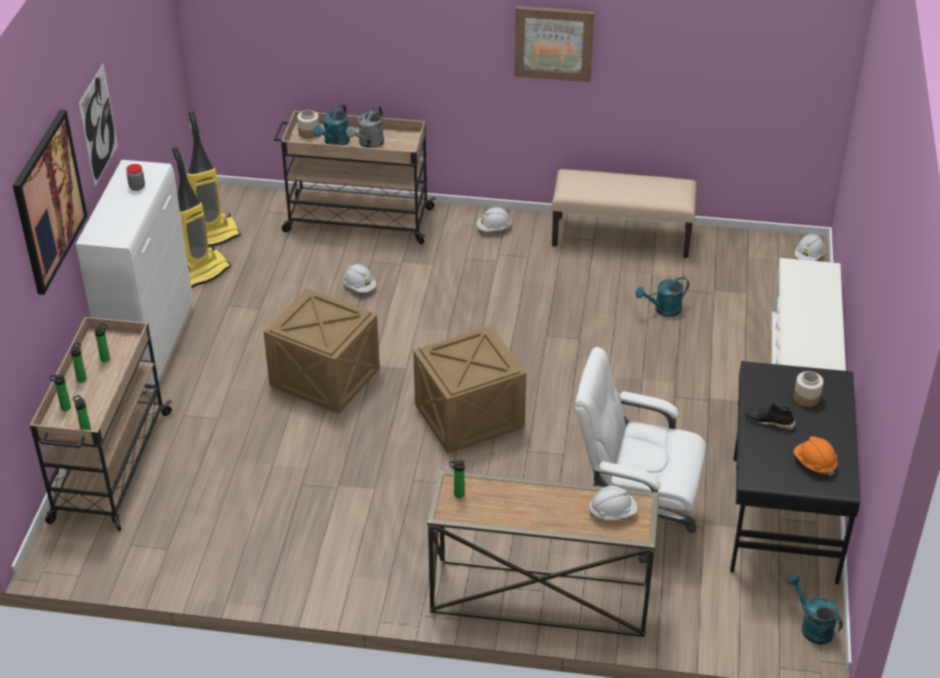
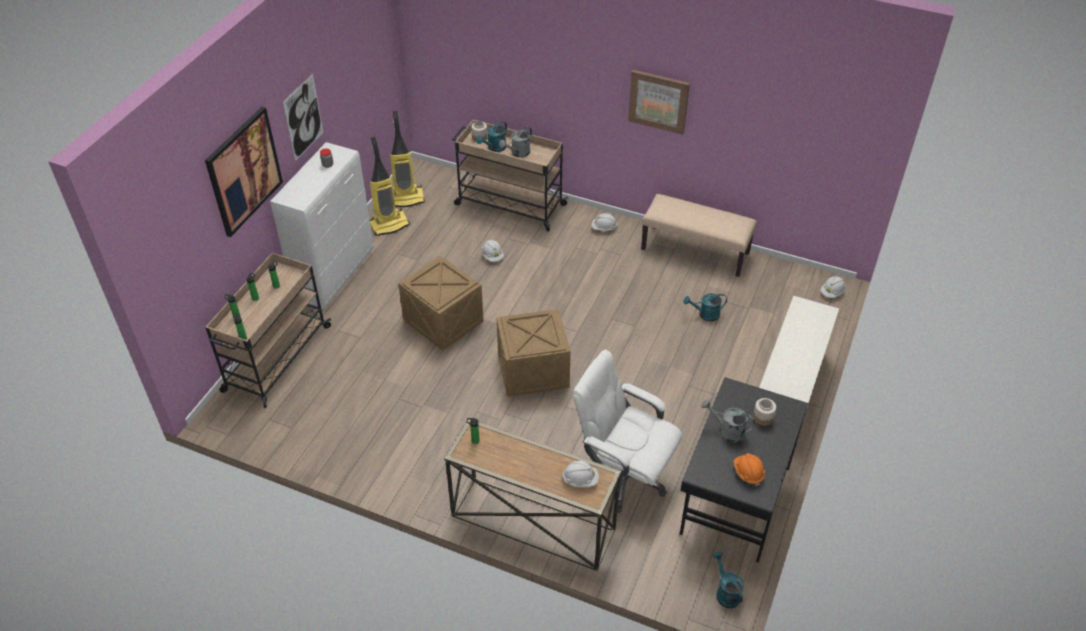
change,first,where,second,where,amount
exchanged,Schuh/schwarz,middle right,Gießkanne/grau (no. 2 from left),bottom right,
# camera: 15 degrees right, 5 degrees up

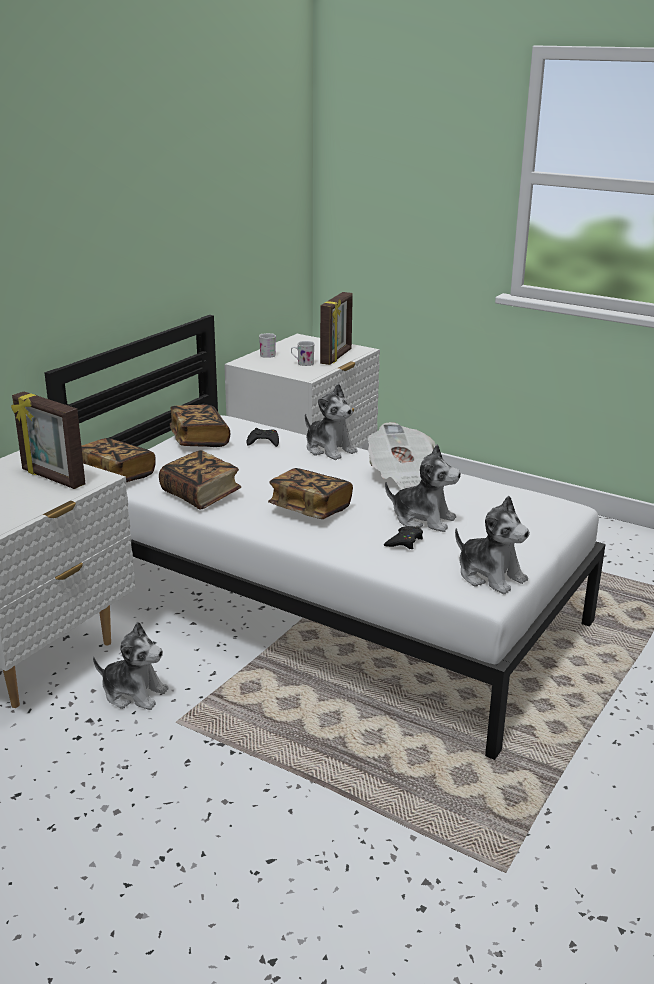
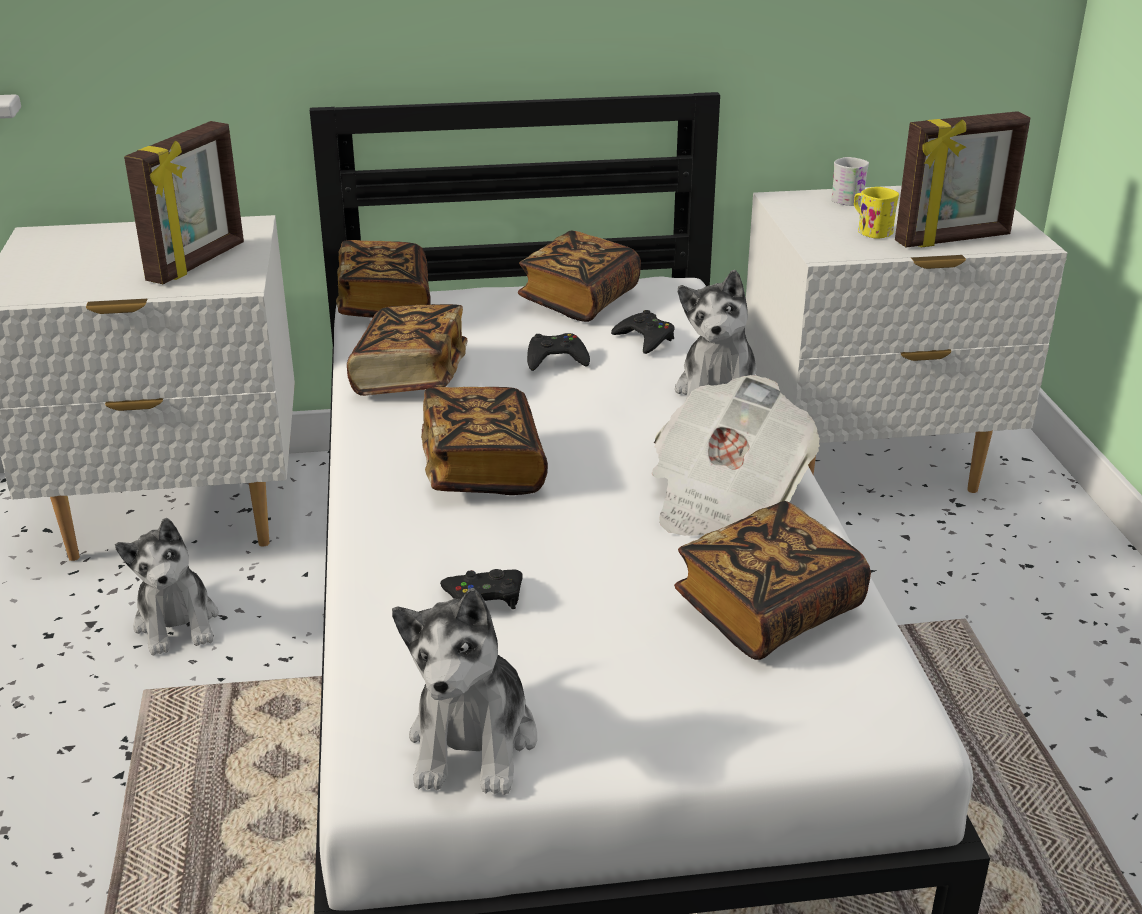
change,first,where,second,where,amount
colour,Henkelbecher/weiß (no. 2 from left),centre,Henkelbecher/gelb,top right,
spun,Bilderrahmen (no. 1 from left),middle left,,top left,150 degrees counterclockwise
missing,Plüschtier (no. 3 from left),centre,,,
appeared,,,Gamepad/schwarz (no. 2 from left),centre,
appeared,,,Buch (no. 5 from left),middle right,
# camera: 50 degrees right, 5 degrees up

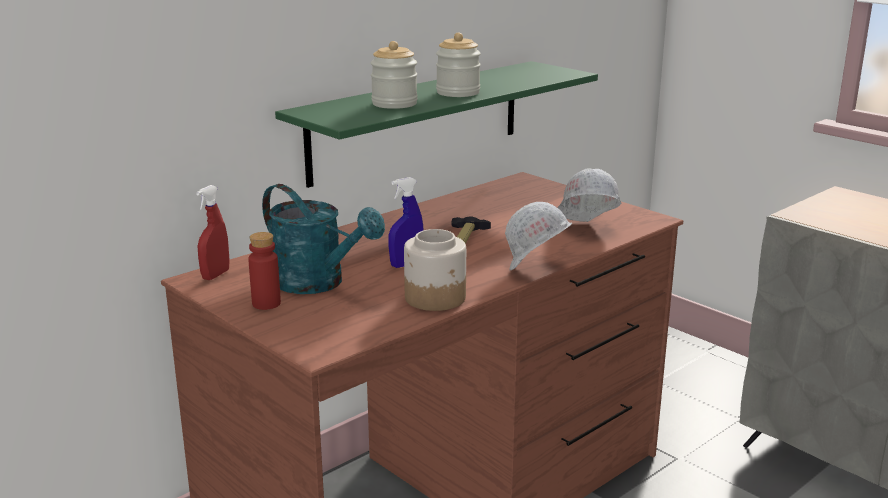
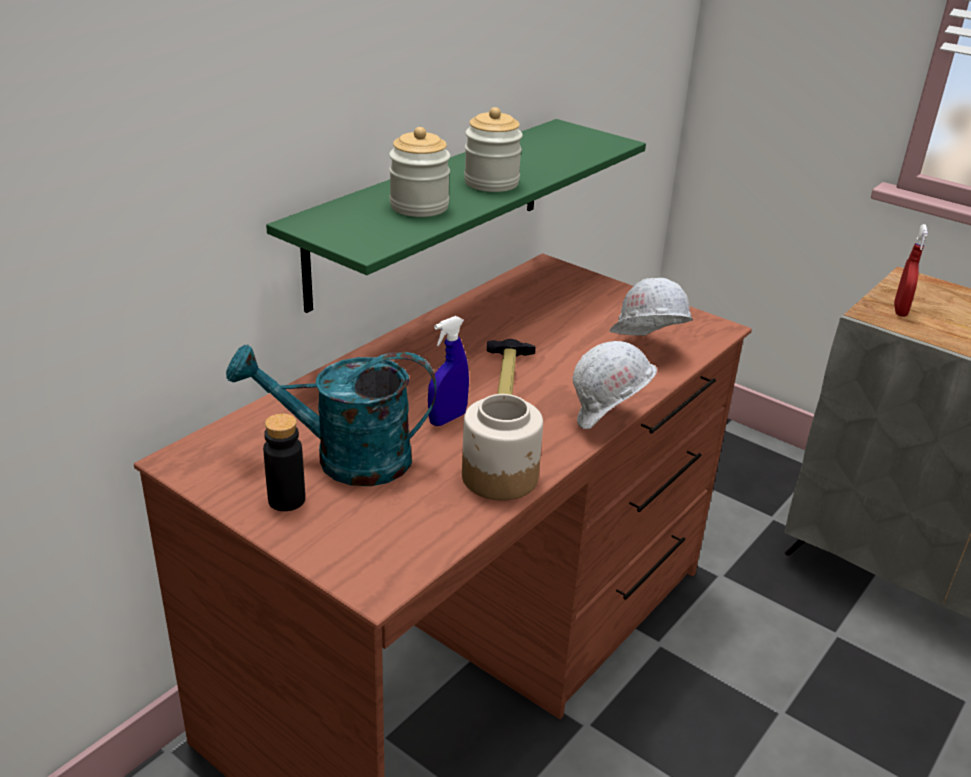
change,first,where,second,where,amount
spun,Gießkanne/türkis,centre,,centre,150 degrees clockwise
relocated,Sprühflasche/rot,middle left,,middle right,
colour,Flasche/rot,middle left,Flasche/schwarz,middle left,
# camera: 10 degrees left, 10 degrees up

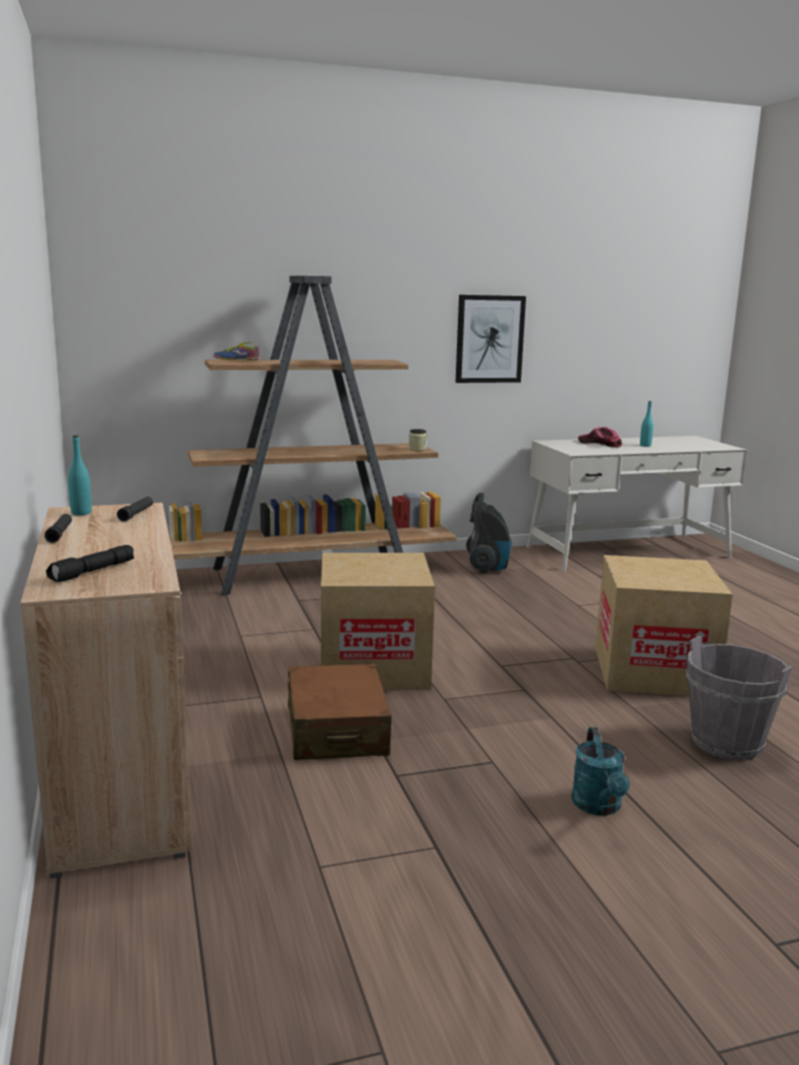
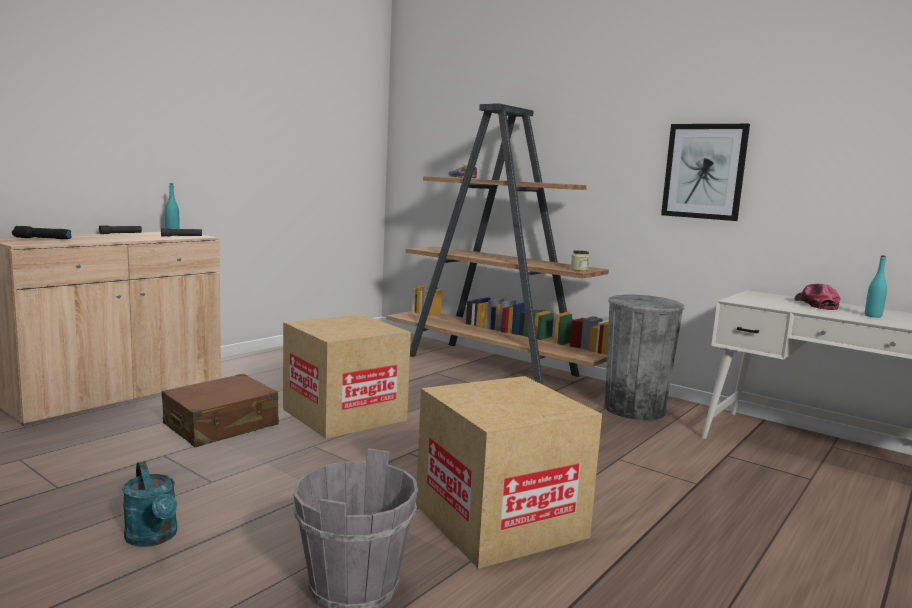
change,first,where,second,where,amount
exchanged,Staubsauger,centre,Mülleimer/grau,middle right,
spun,Gießkanne/türkis,bottom right,,bottom left,90 degrees counterclockwise
# camera: 55 degrees right, 5 degrees down

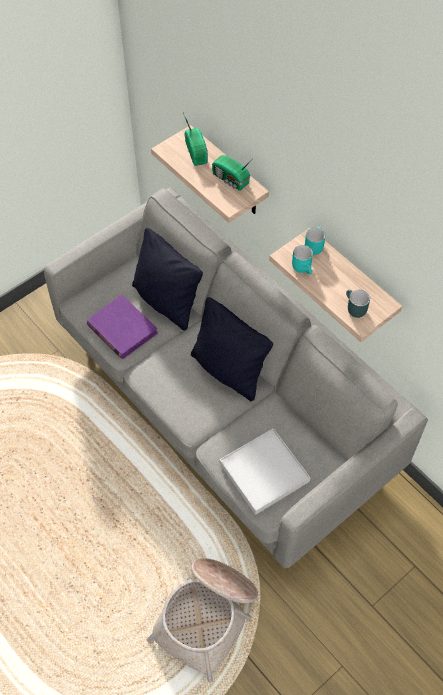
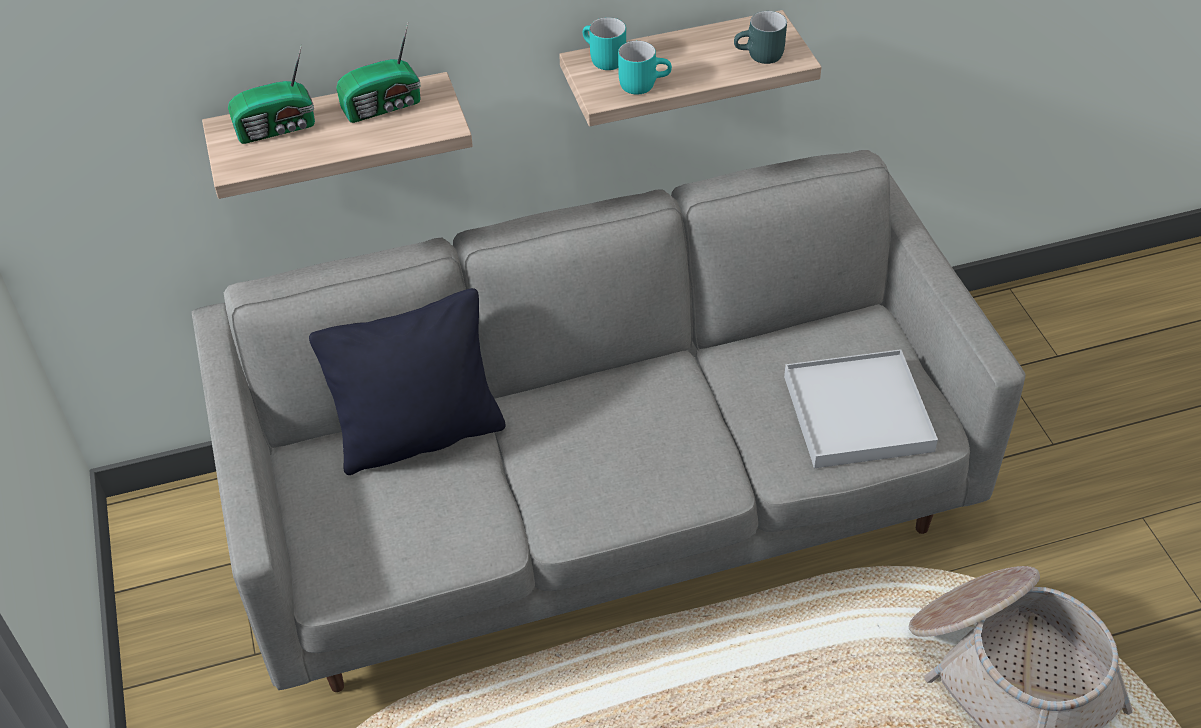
change,first,where,second,where,amount
spun,Radio (no. 1 from left),top centre,,top left,150 degrees clockwise
missing,Buch/lila,middle left,,,
missing,Kissen/schwarz (no. 2 from left),centre,,,
# camera: 65 degrees left, 10 degrees down

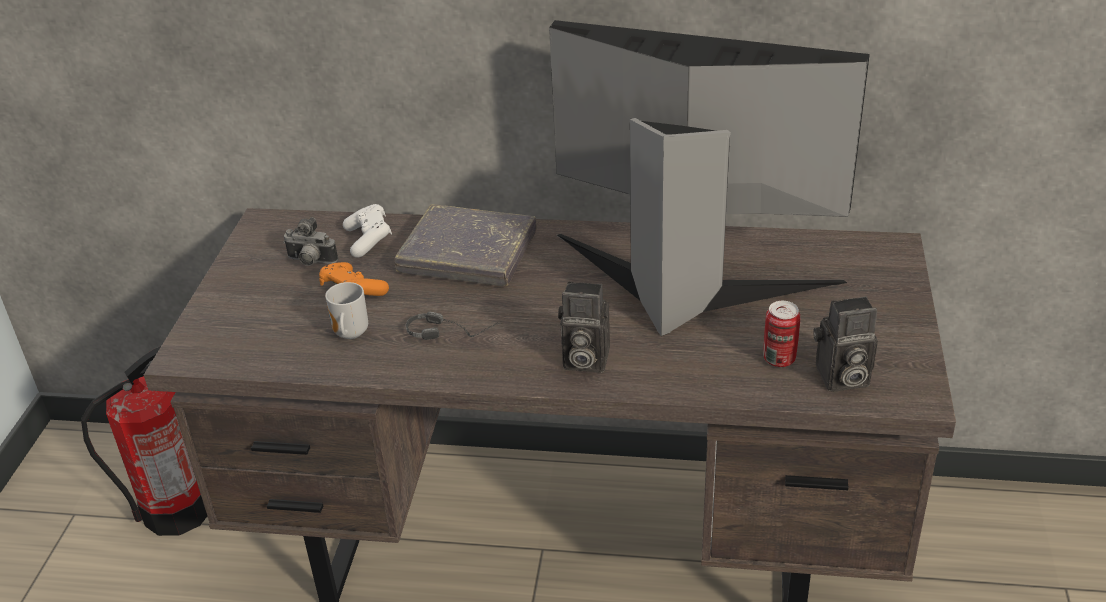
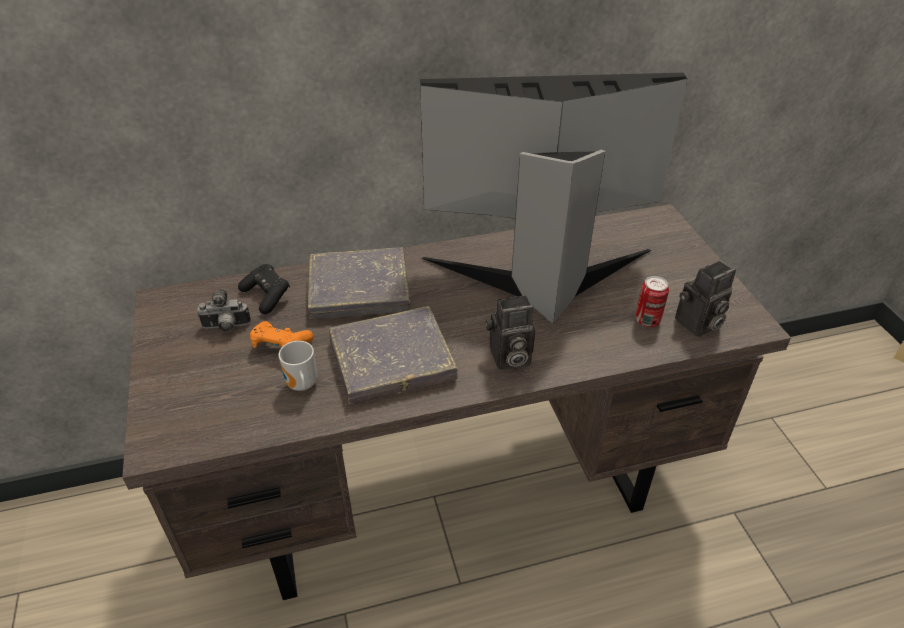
change,first,where,second,where,amount
colour,Gamepad/weiß,middle left,Gamepad/schwarz,middle left,
exchanged,Kopfhörer,centre,Buch/grau (no. 2 from left),centre,
missing,Feuerlöscher,bottom left,,,
# camera: 25 degrees left, 5 degrees up

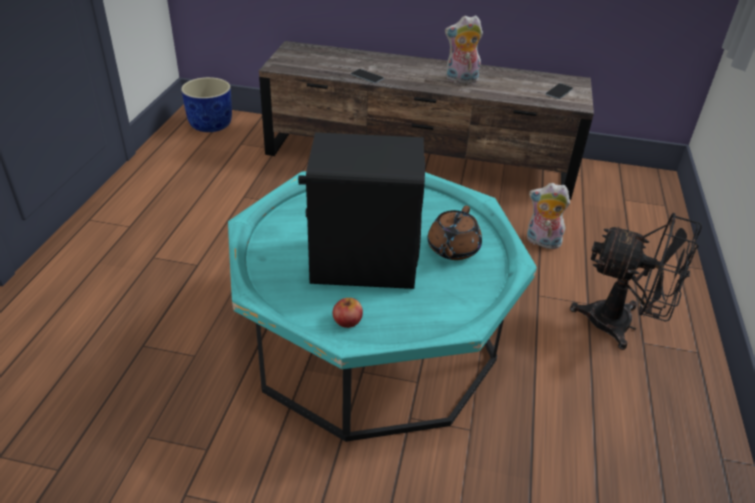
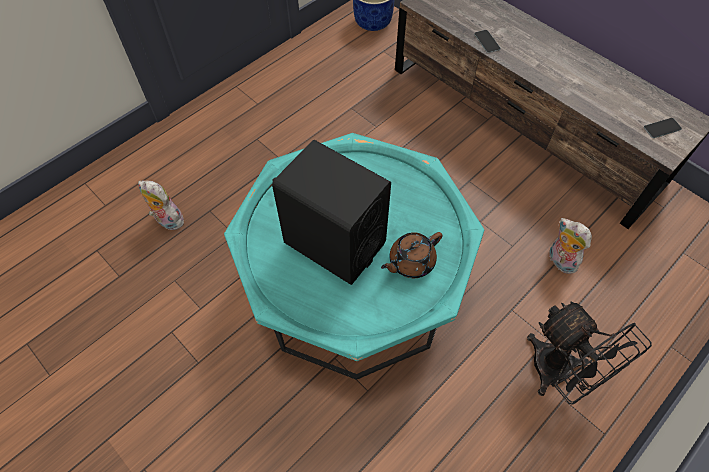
change,first,where,second,where,amount
relocated,Plüschtier (no. 1 from left),top centre,,middle left,
missing,Apfel,centre,,,
# camera: 35 degrees right, 20 degrees up

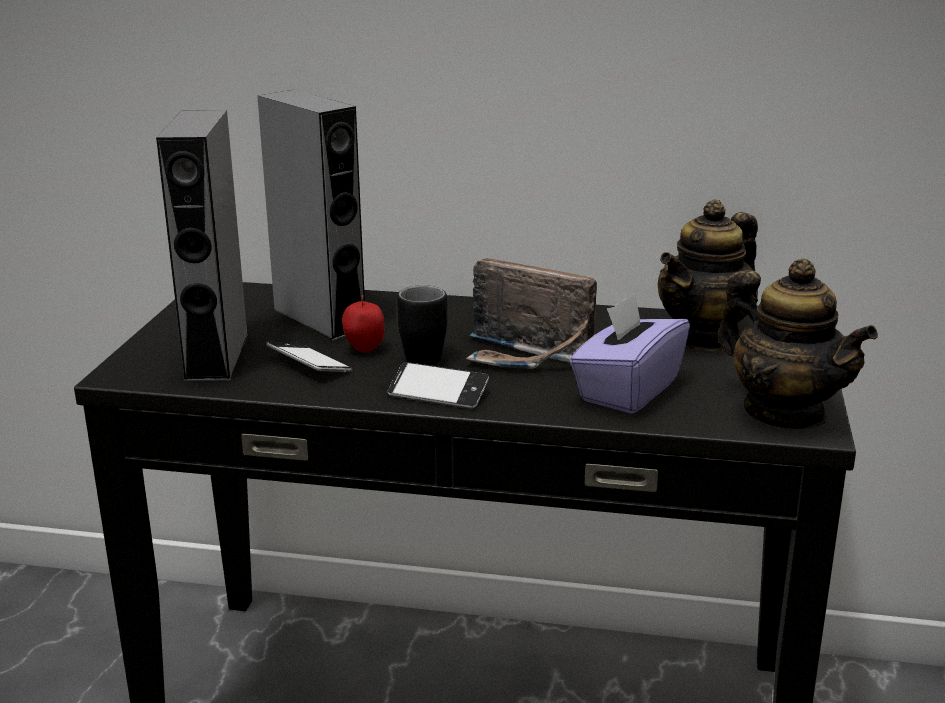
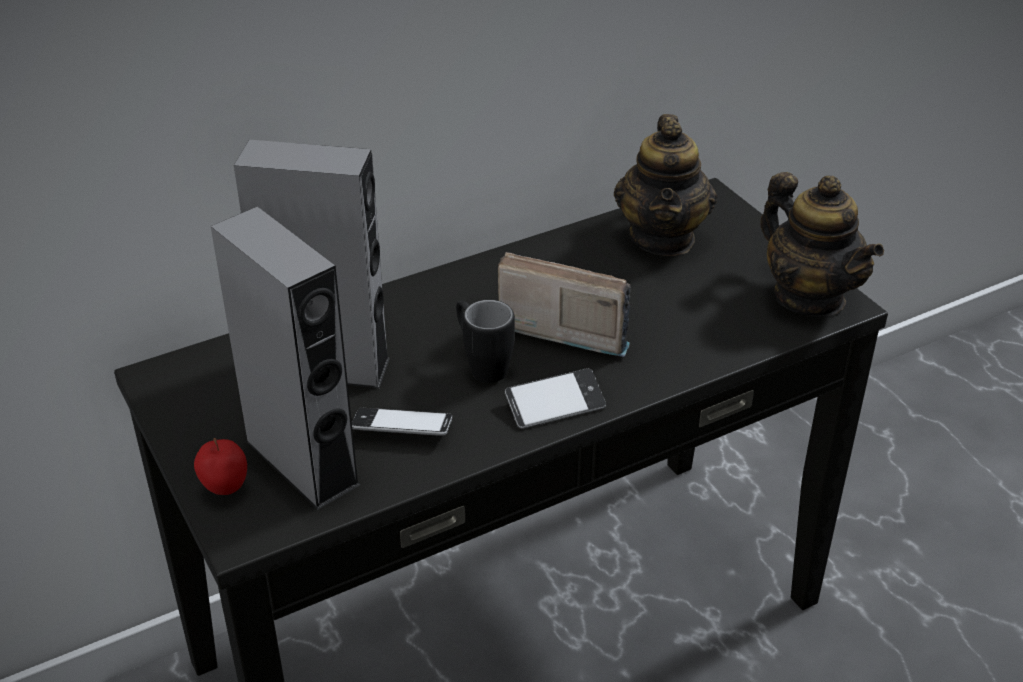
change,first,where,second,where,amount
spun,Radio,centre,,centre,150 degrees counterclockwise
spun,Teekanne (no. 2 from left),middle right,,middle right,45 degrees clockwise
missing,Taschentuchbox/lila,middle right,,,
relocated,Apfel,centre,,bottom left,
# camera: 40 degrees left, 15 degrees up

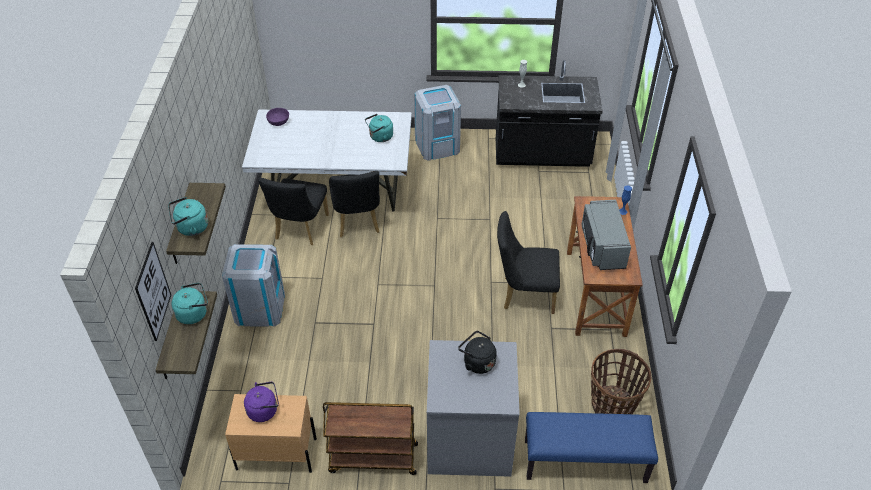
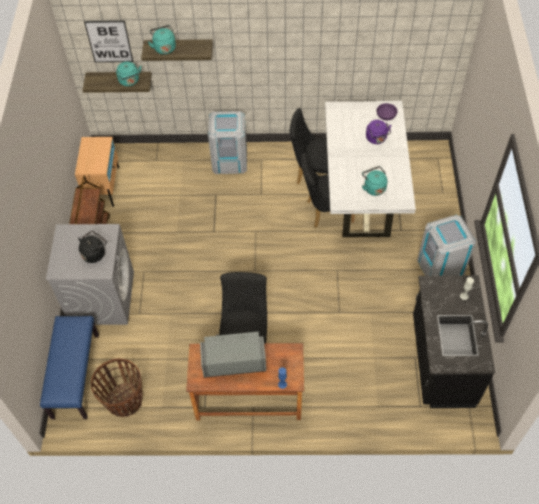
change,first,where,second,where,amount
relocated,Wasserkessel/lila,bottom left,,top right,
# camera: 90 degrees right, 10 degrees up

